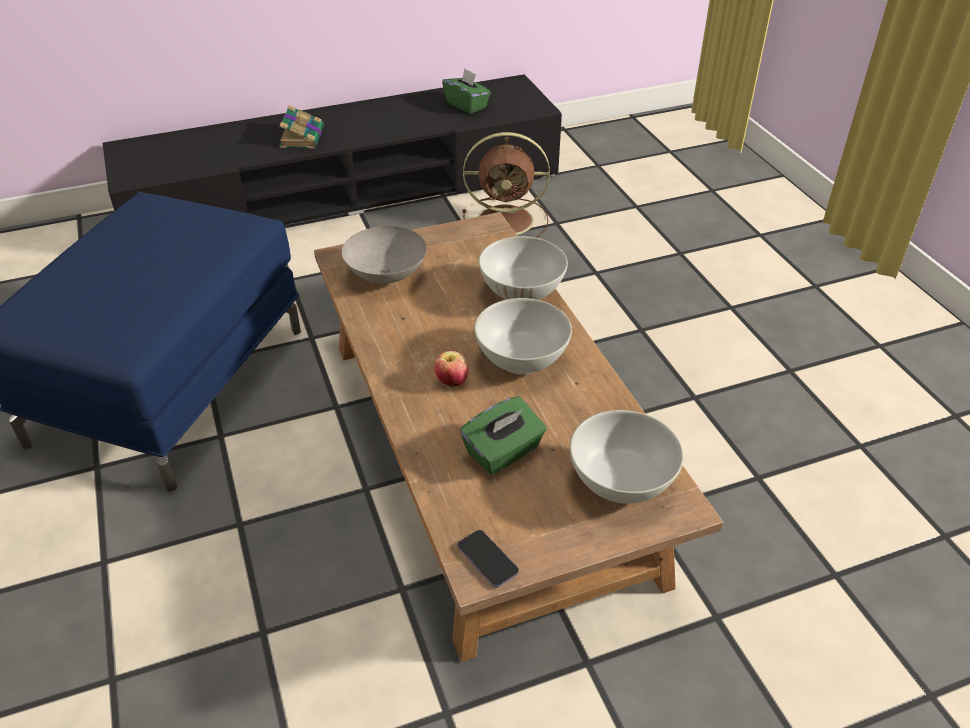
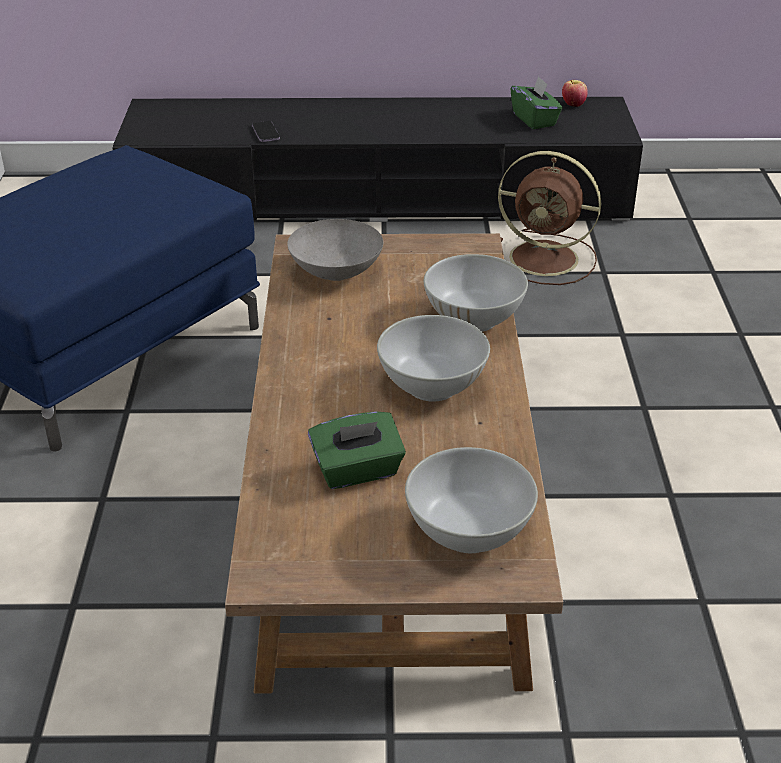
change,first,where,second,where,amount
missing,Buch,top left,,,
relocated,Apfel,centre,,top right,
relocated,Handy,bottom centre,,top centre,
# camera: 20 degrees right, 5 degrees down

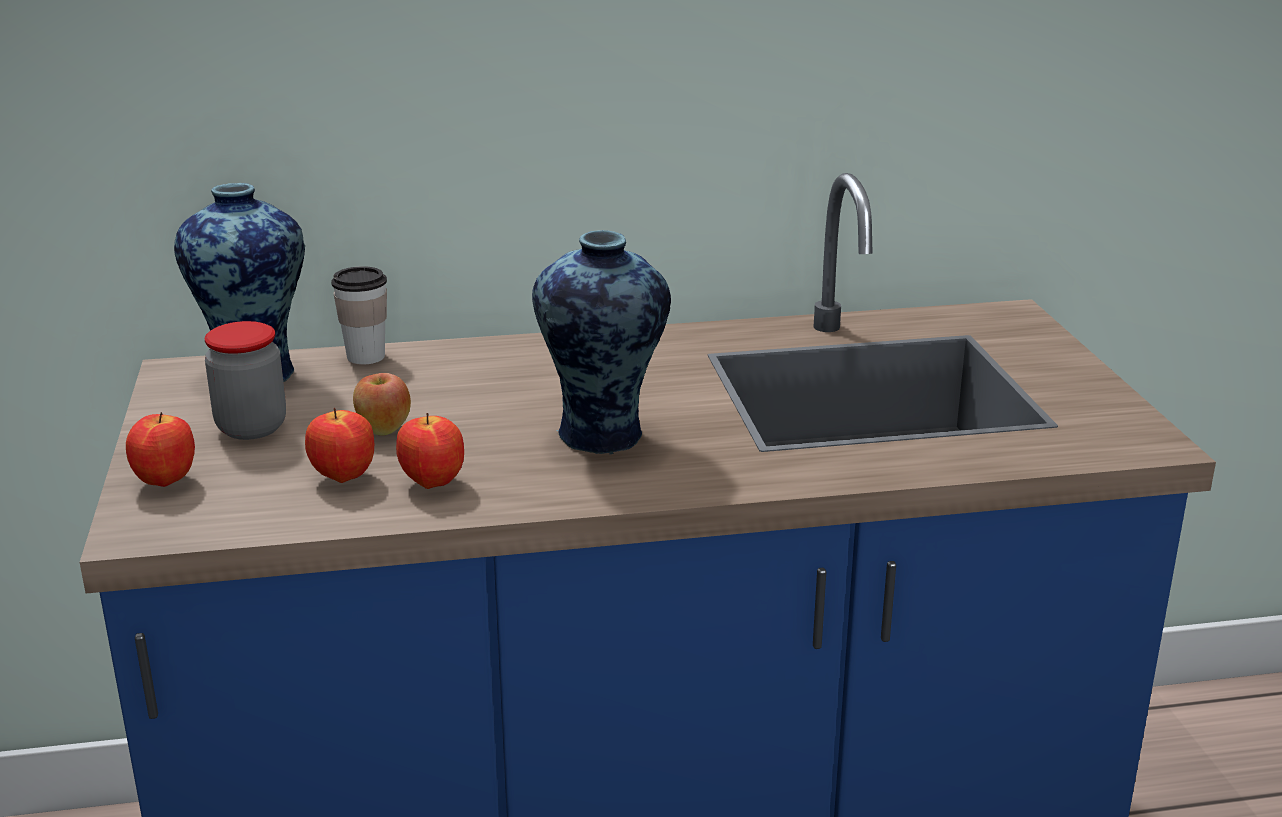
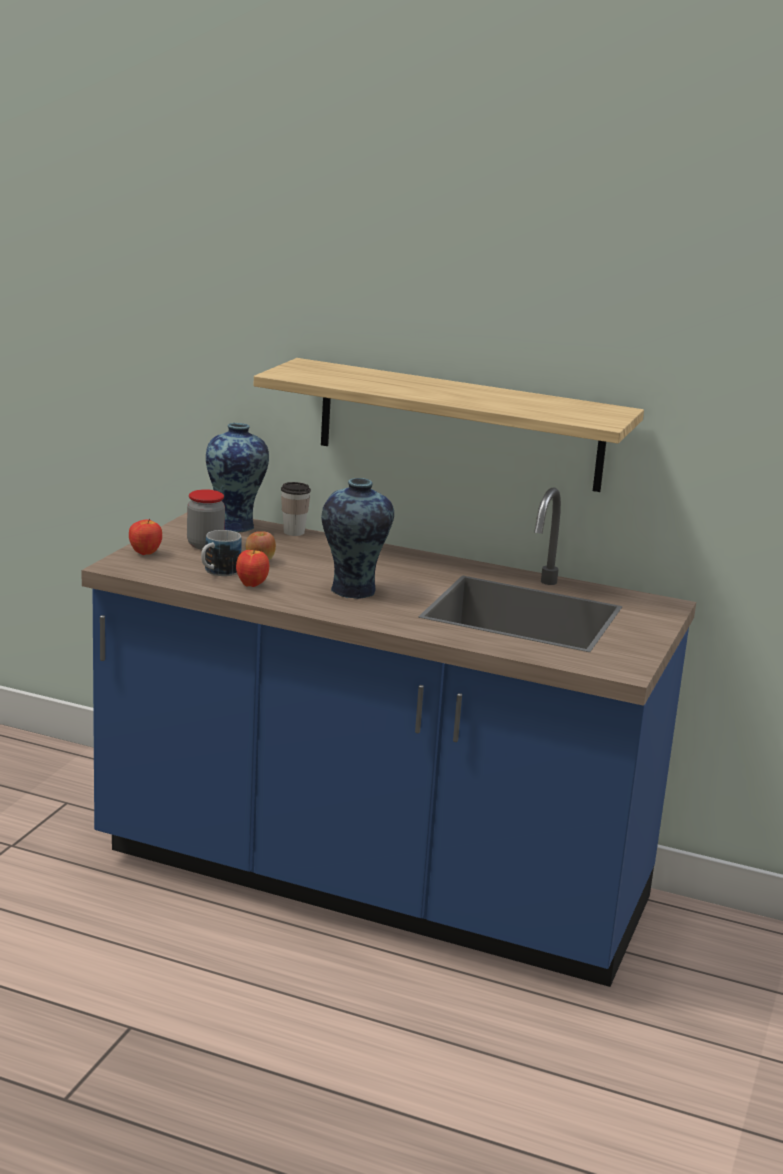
change,first,where,second,where,amount
exchanged,Apfel (no. 2 from left),middle left,Henkelbecher,middle left,
appeared,,,Wandregal,centre,
# camera: 30 degrees right, 5 degrees down

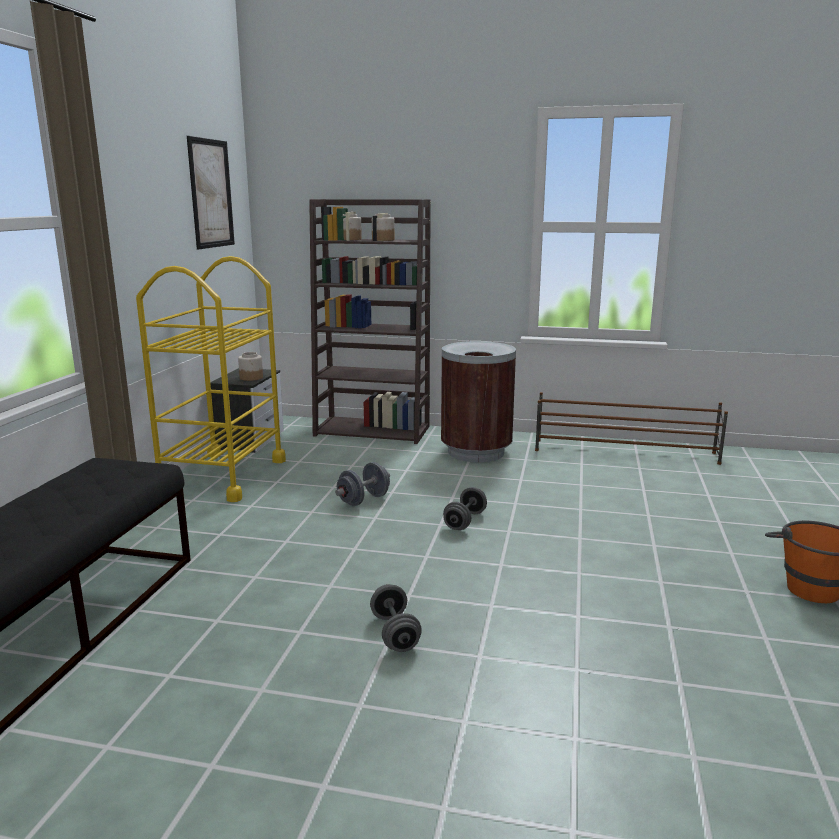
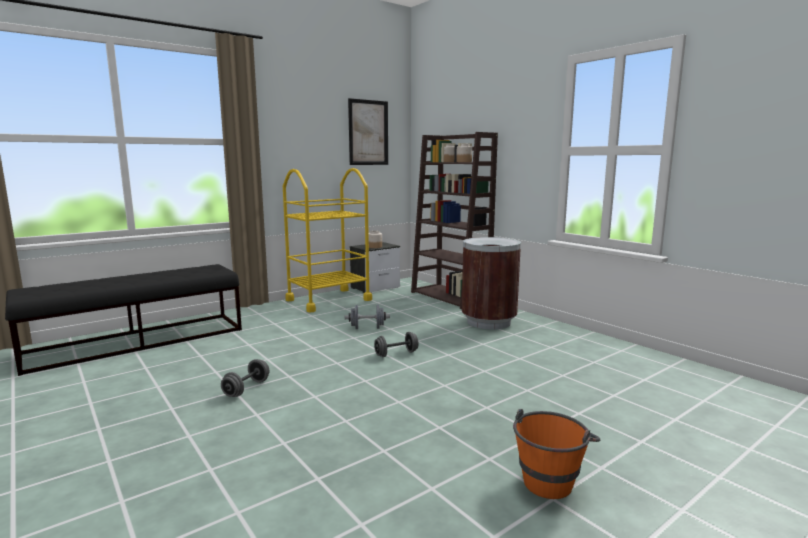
change,first,where,second,where,amount
missing,Schuhregal/braun,middle right,,,
# camera: 40 degrees right, 5 degrees down

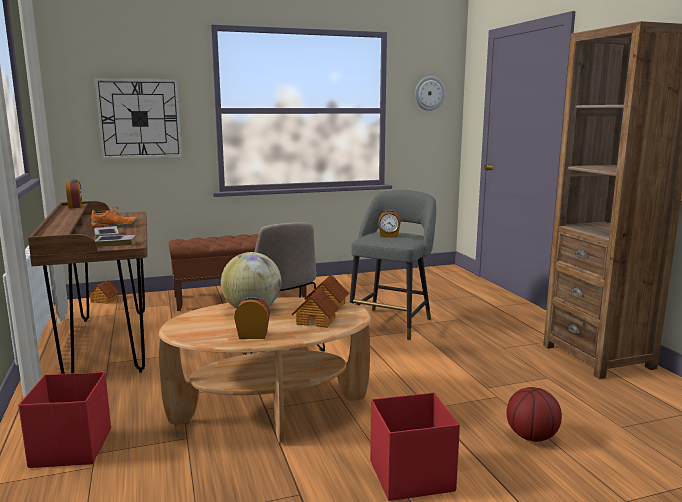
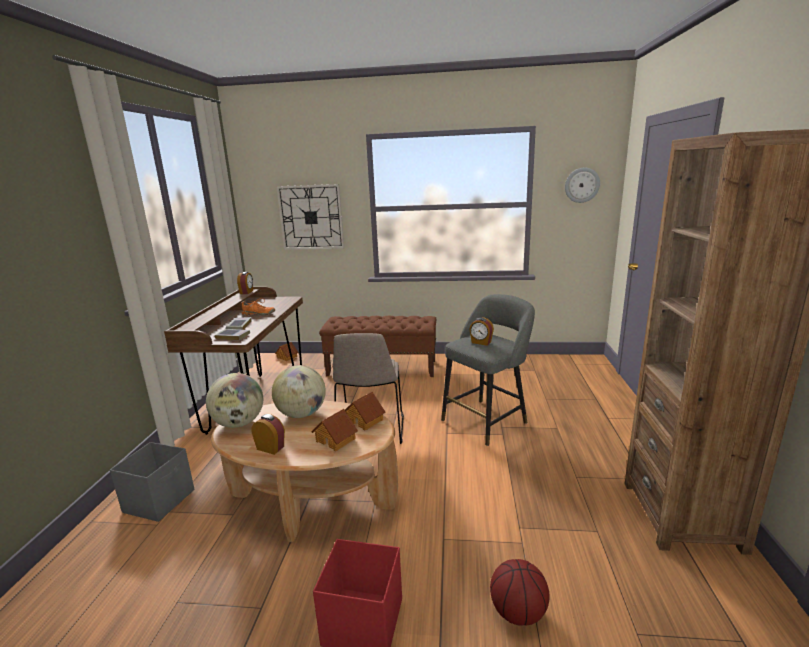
change,first,where,second,where,amount
colour,Aufbewahrungsbox/rot (no. 1 from left),bottom left,Aufbewahrungsbox/grau,bottom left,
appeared,,,Globus (no. 1 from left),middle left,
# camera: 25 degrees right, 5 degrees up

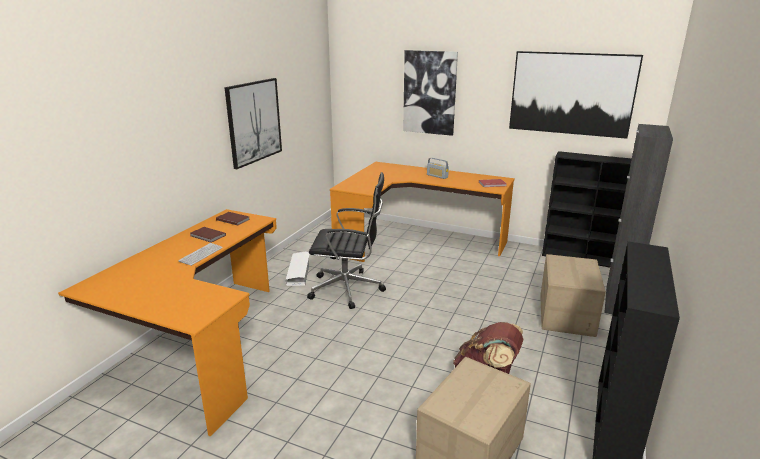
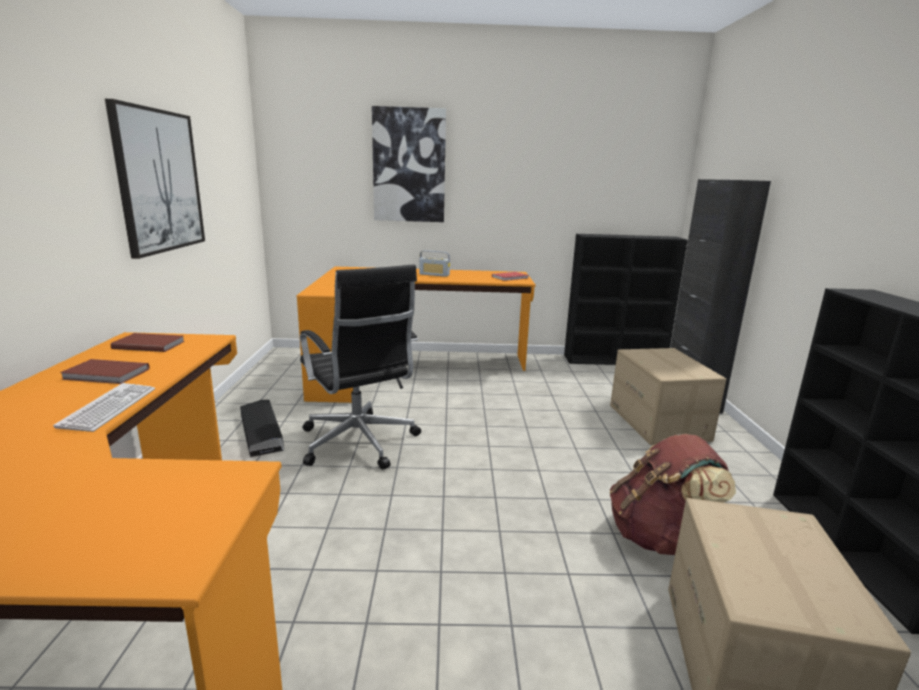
change,first,where,second,where,amount
missing,Bild (no. 3 from left),top right,,,
spun,Bürostuhl/schwarz,centre,,centre,75 degrees clockwise
colour,Aufbewahrungsbox/weiß,centre,Aufbewahrungsbox/schwarz,middle left,
# camera: 25 degrees left, 5 degrees down

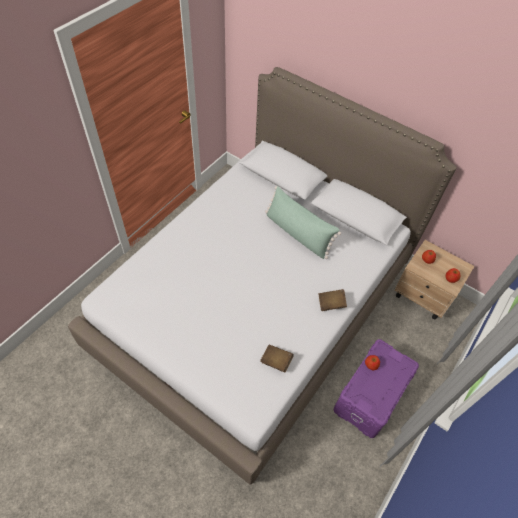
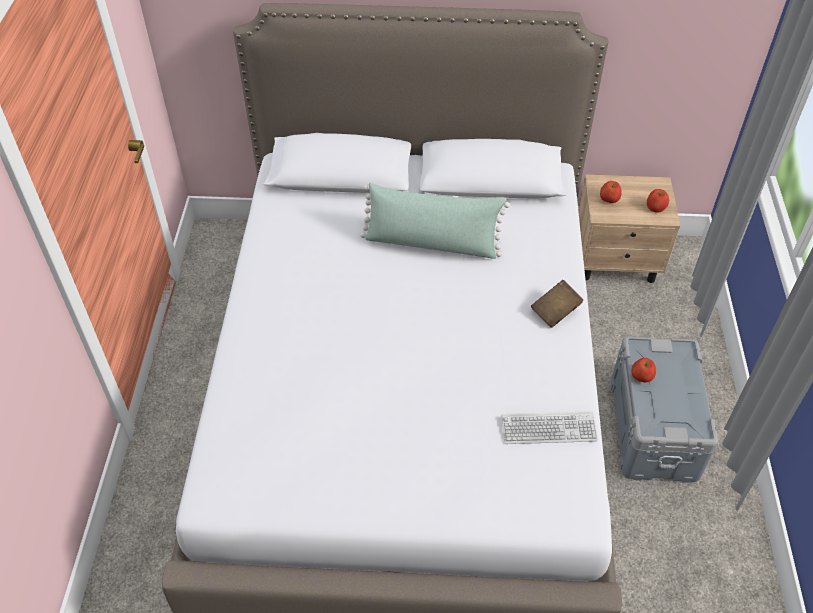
change,first,where,second,where,amount
colour,Aufbewahrungsbox/lila,bottom right,Aufbewahrungsbox/grau,bottom right,
exchanged,Buch/braun (no. 1 from left),bottom centre,Tastatur,bottom right,
# camera: 30 degrees left, 5 degrees down

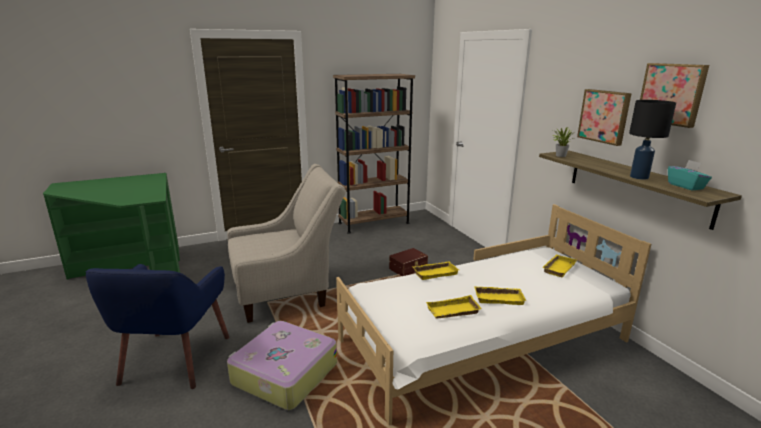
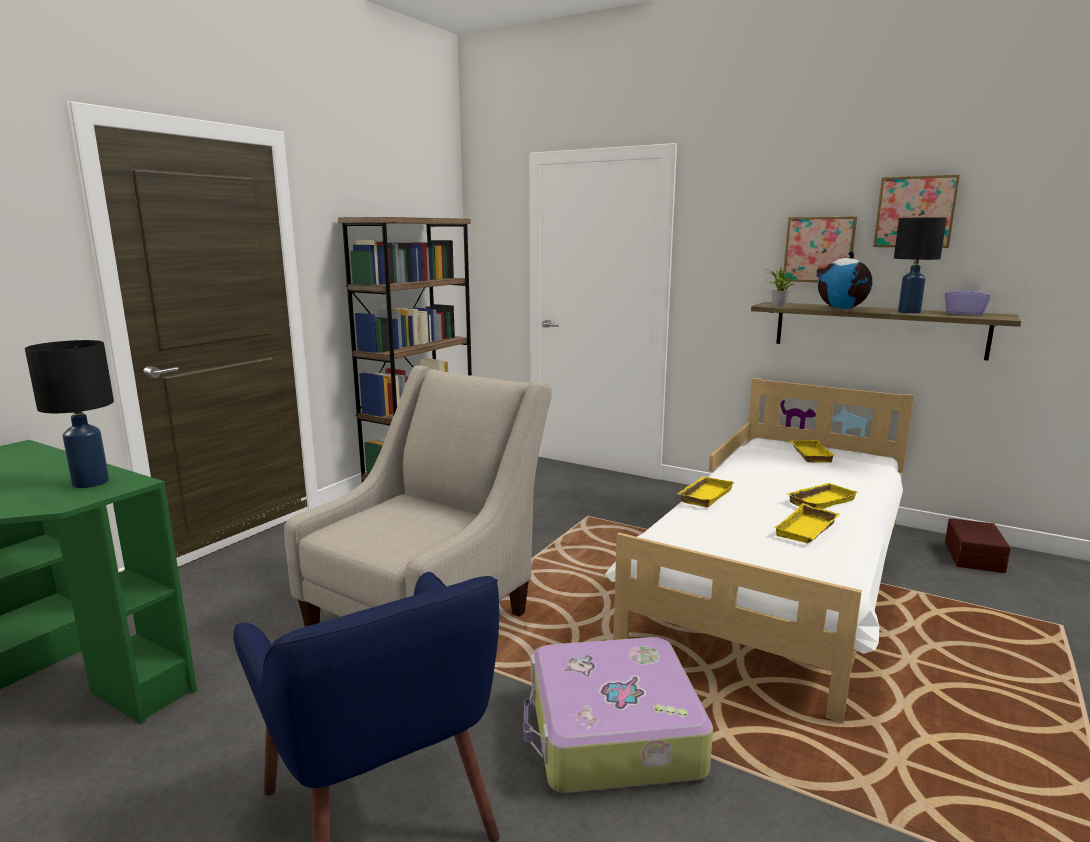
change,first,where,second,where,amount
colour,Taschentuchbox/türkis,middle right,Taschentuchbox/lila,middle right,
relocated,Aufbewahrungsbox/braun,centre,,middle right,
appeared,,,Globus,top right,
appeared,,,Tischlampe/schwarz (no. 1 from left),middle left,
# camera: 35 degrees left, 5 degrees down

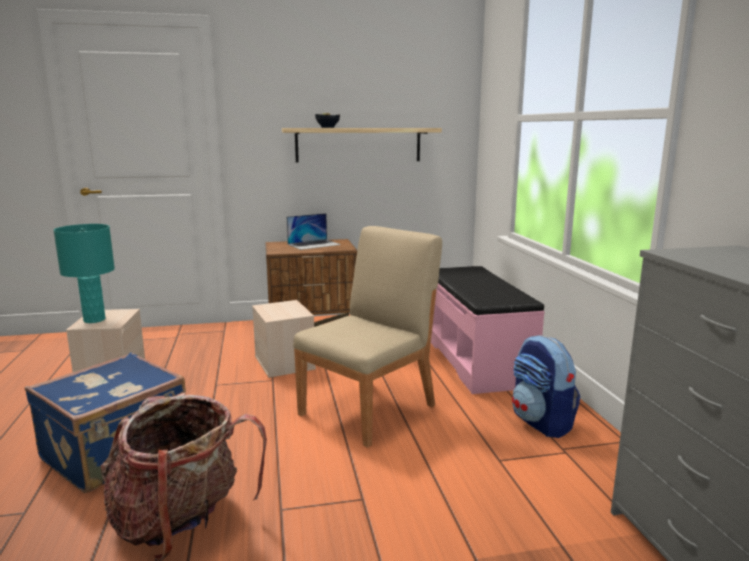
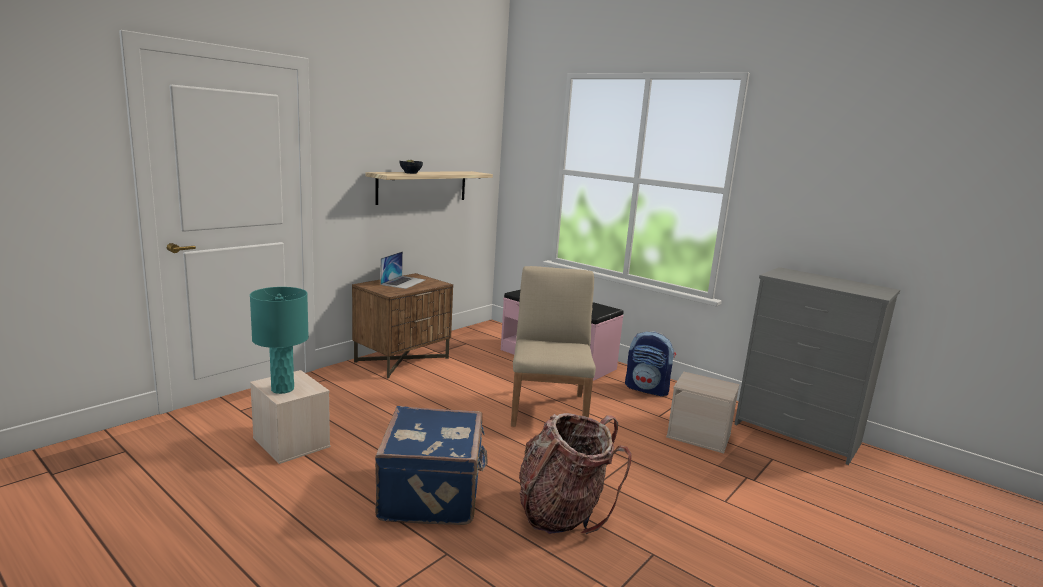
change,first,where,second,where,amount
relocated,Aufbewahrungsbox/beige (no. 2 from left),centre,,bottom right,
# camera: 40 degrees left, 0 degrees up

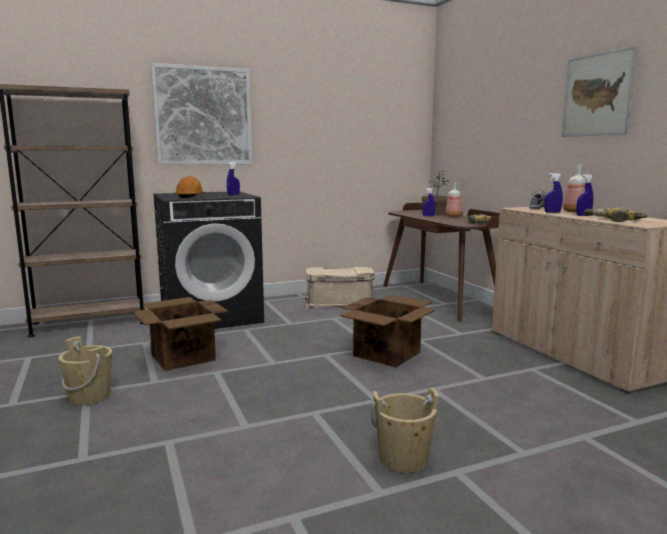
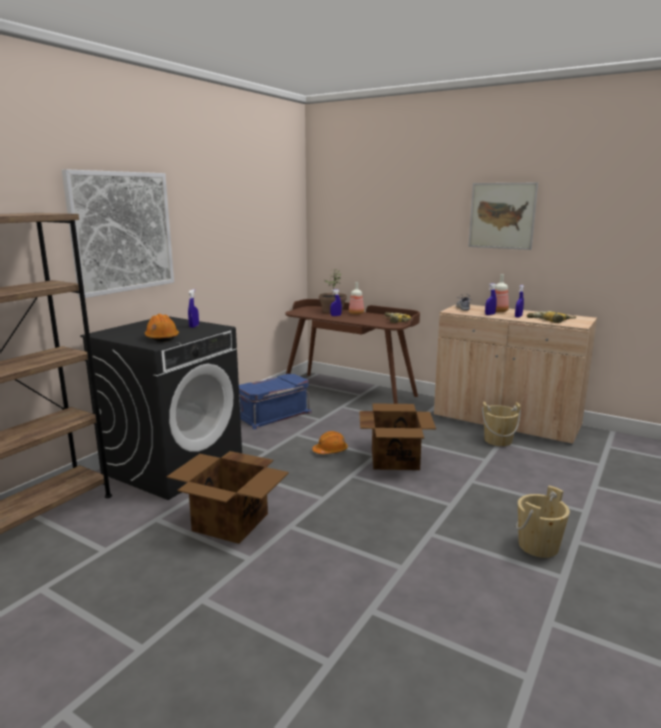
change,first,where,second,where,amount
colour,Aufbewahrungsbox/beige,centre,Aufbewahrungsbox/blau,centre,
relocated,Eimer/beige (no. 1 from left),bottom left,,middle right,
appeared,,,Schutzhelm/orange (no. 2 from left),centre,
# camera: 35 degrees left, 5 degrees up

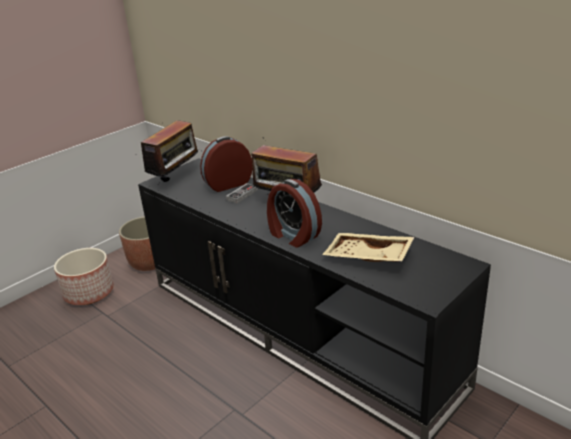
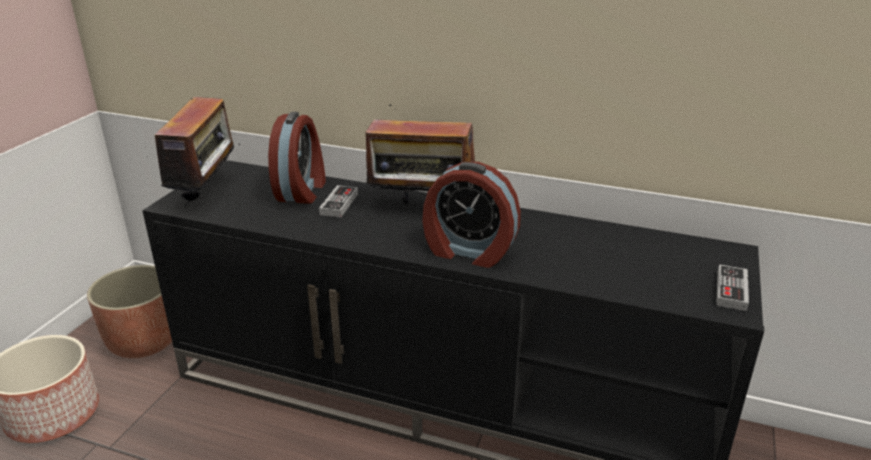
change,first,where,second,where,amount
spun,Wecker (no. 1 from left),centre,,centre,150 degrees clockwise
missing,Tablett/beige,centre,,,
appeared,,,Gamepad (no. 2 from left),middle right,
# camera: 25 degrees left, 0 degrees up

